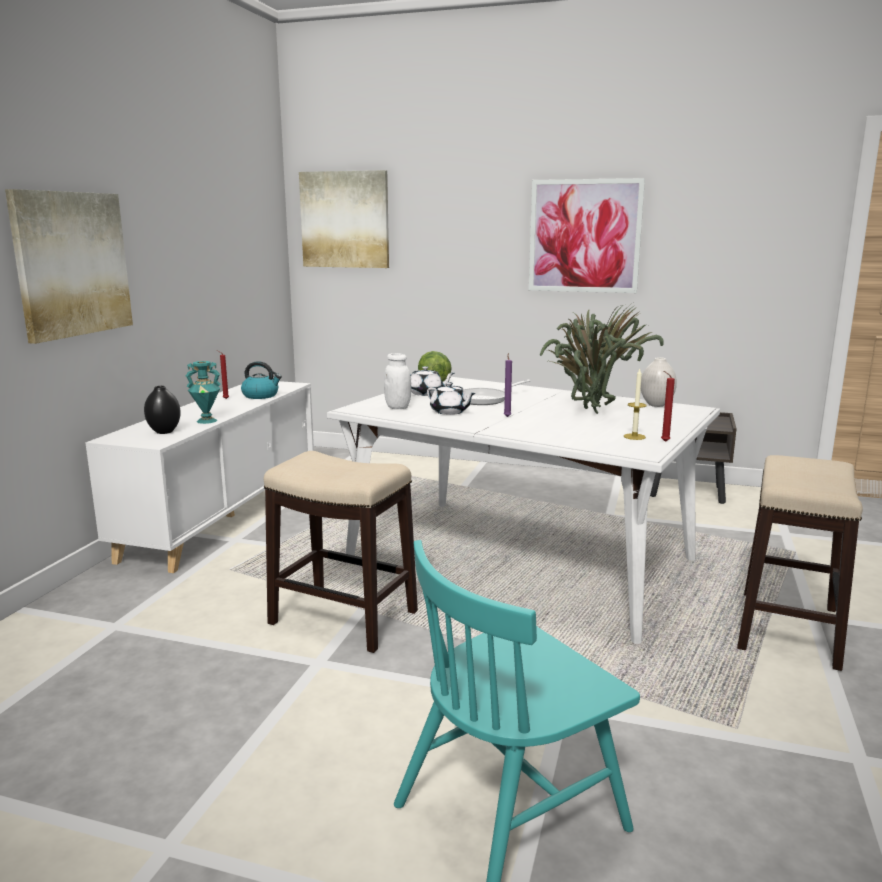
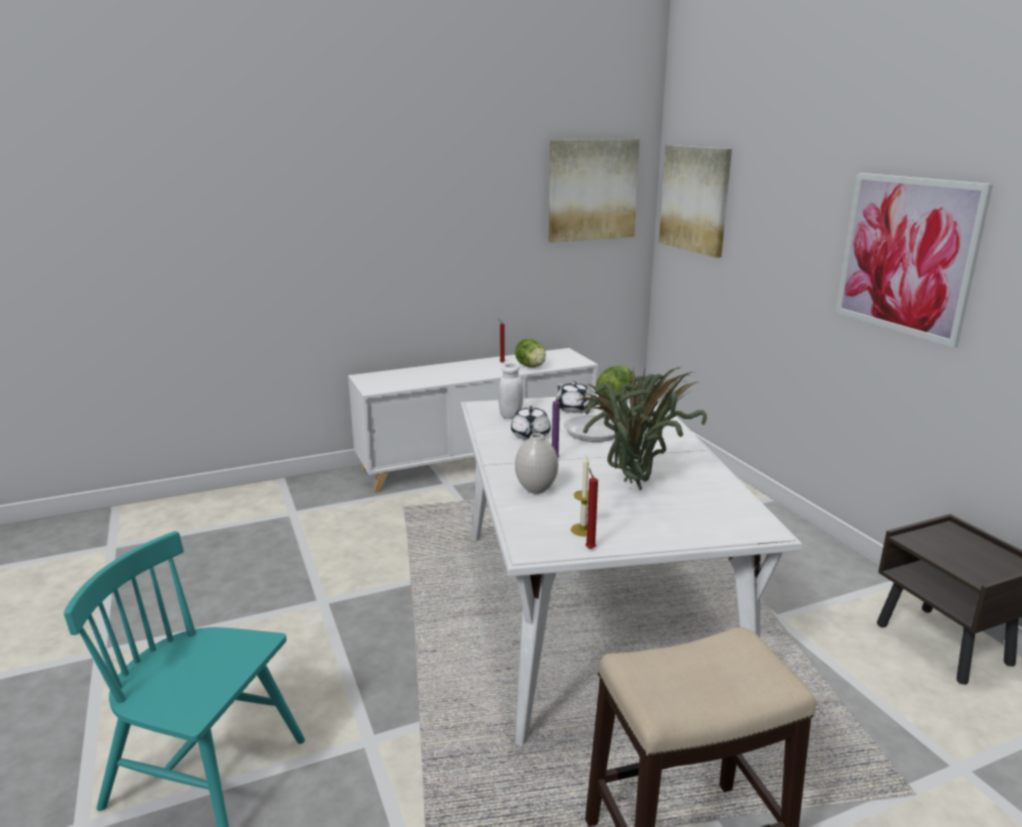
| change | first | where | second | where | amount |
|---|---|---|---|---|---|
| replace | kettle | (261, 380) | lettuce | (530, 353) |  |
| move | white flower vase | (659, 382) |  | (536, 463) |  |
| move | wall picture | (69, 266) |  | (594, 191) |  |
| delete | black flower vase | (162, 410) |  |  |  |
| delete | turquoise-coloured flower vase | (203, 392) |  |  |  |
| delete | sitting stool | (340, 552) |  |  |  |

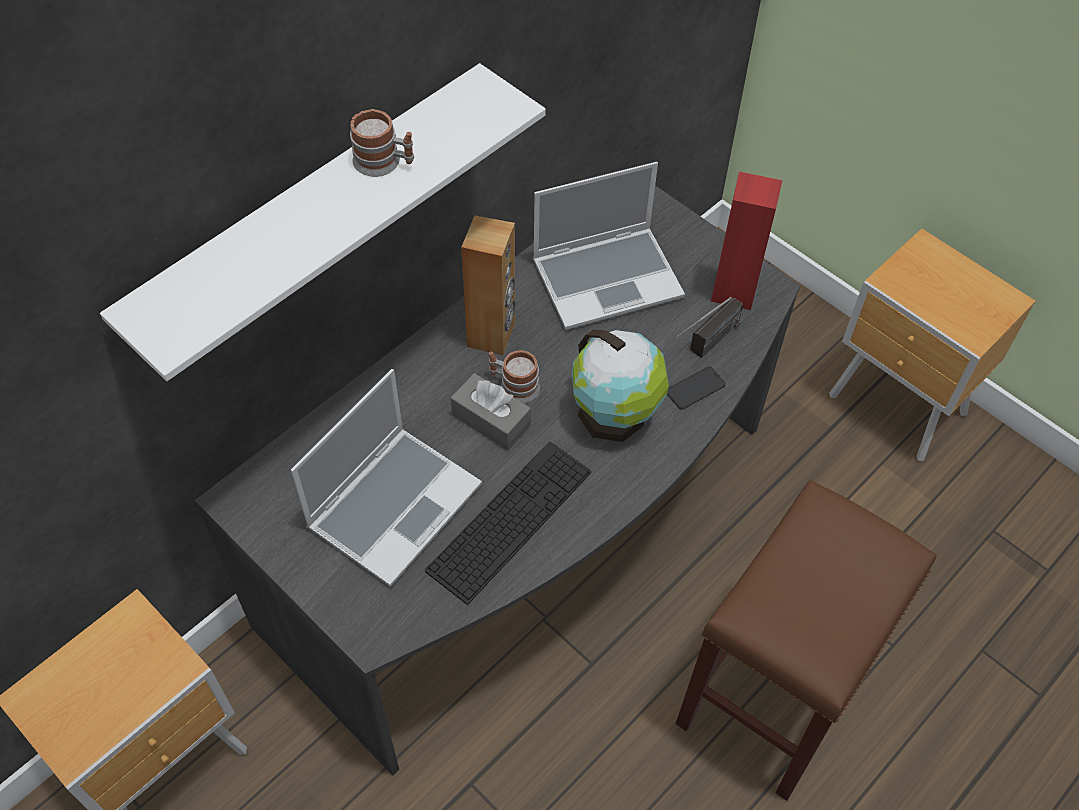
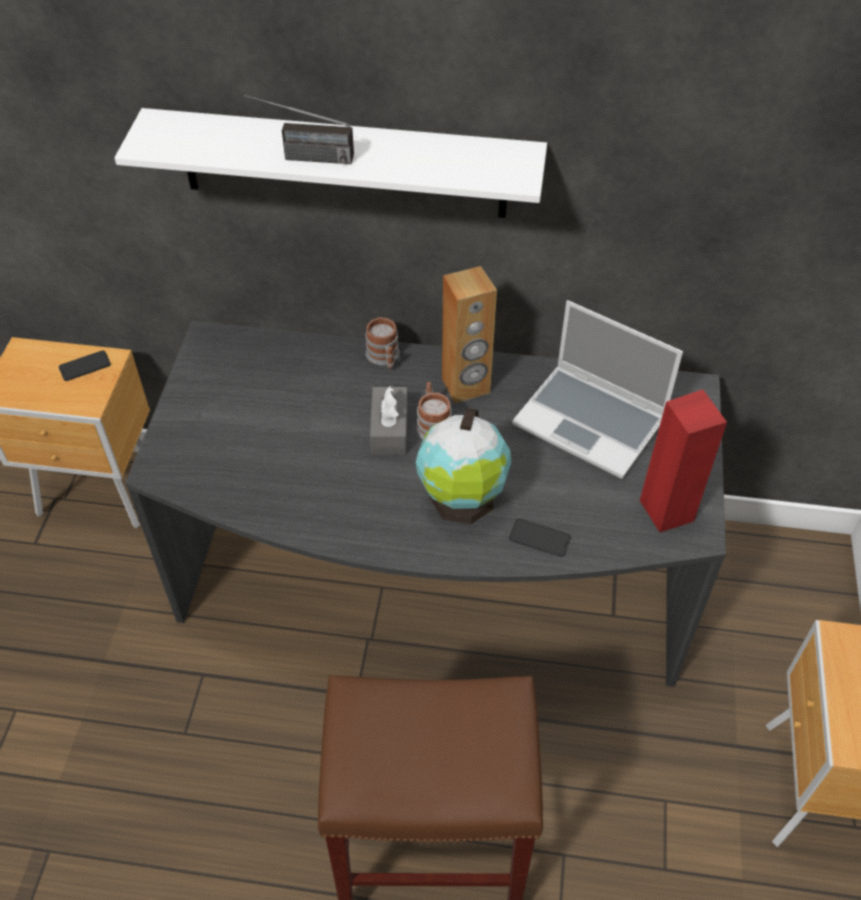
| change | first | where | second | where | amount |
|---|---|---|---|---|---|
| insert |  |  | handset | (85, 366) |  |
| move | radio set | (709, 327) |  | (299, 129) |  |
| move | mug | (382, 143) |  | (383, 343) |  |
| delete | laptop | (386, 478) |  |  |  |
| delete | PC keyboard | (508, 523) |  |  |  |

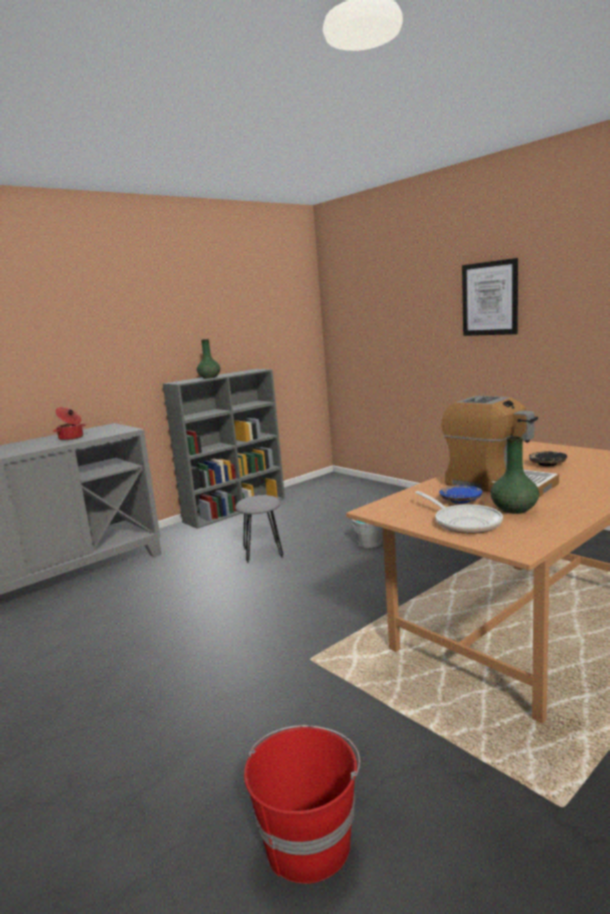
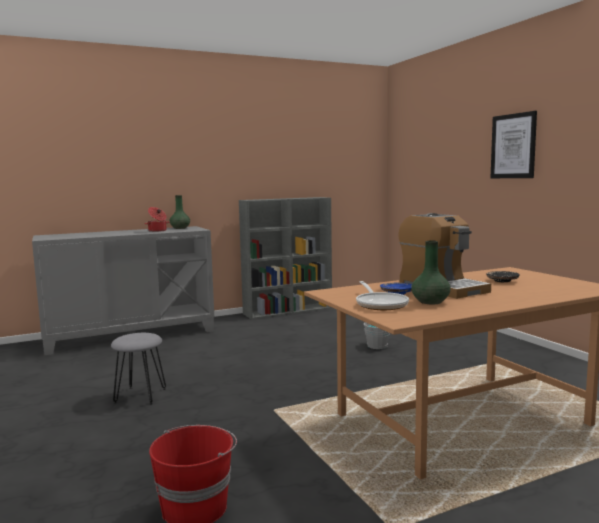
| change | first | where | second | where | amount |
|---|---|---|---|---|---|
| move | gray sitting stool | (259, 529) |  | (138, 369) |  |
| move | greenish flower vase | (208, 359) |  | (180, 212) |  |

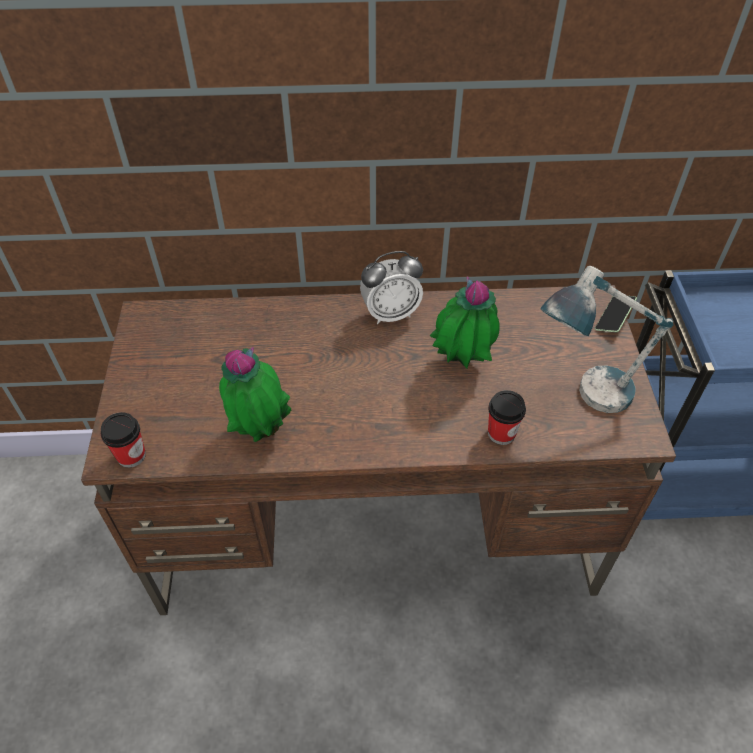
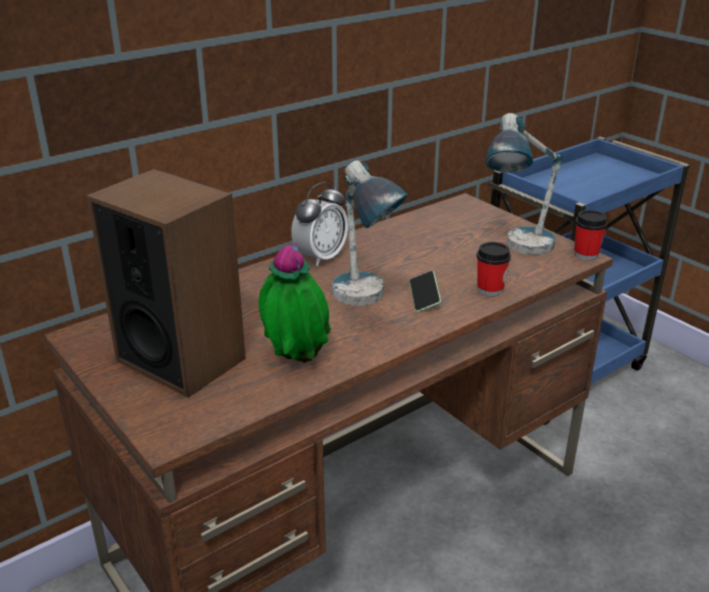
| change | first | where | second | where | amount |
|---|---|---|---|---|---|
| insert |  |  | loudspeaker | (166, 283) |  |
| insert |  |  | lamp for a table | (370, 233) |  |
| move | handset | (616, 314) |  | (425, 291) |  |
| move | drinking cup | (123, 440) |  | (591, 235) |  |
| delete | potted plant | (465, 323) |  |  |  |

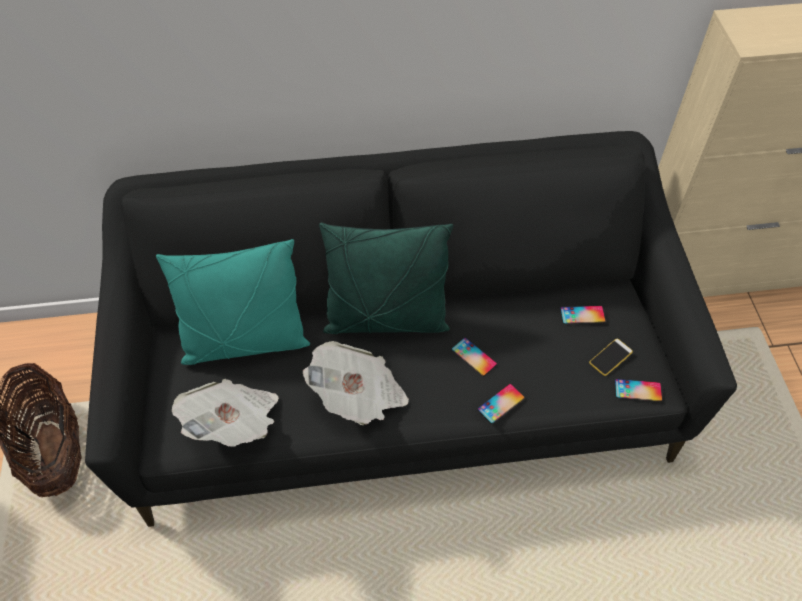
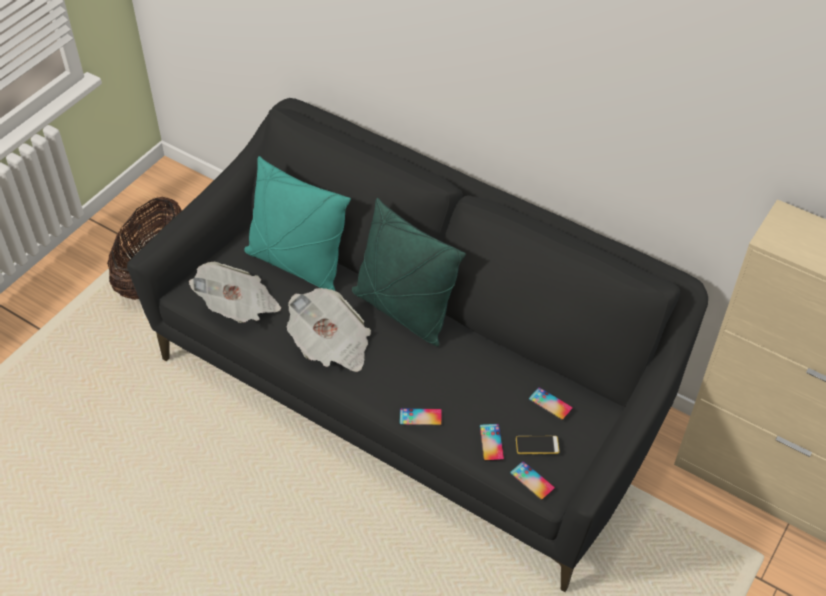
| change | first | where | second | where | amount |
|---|---|---|---|---|---|
| move | handset | (474, 357) |  | (491, 442) |  |

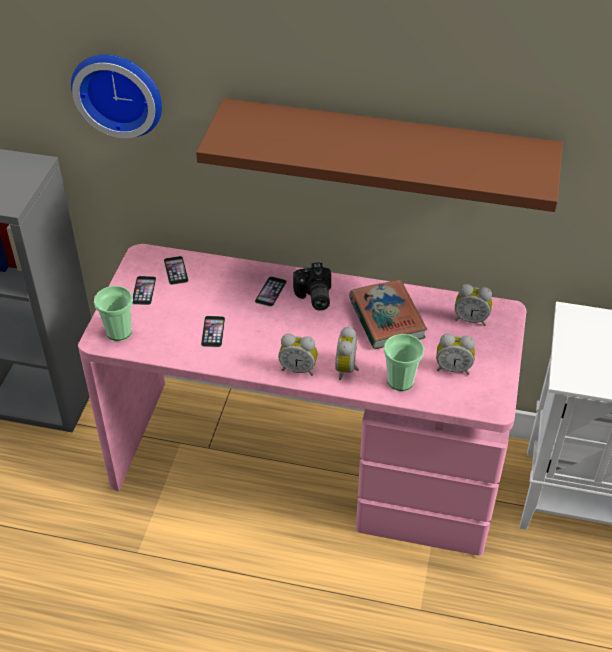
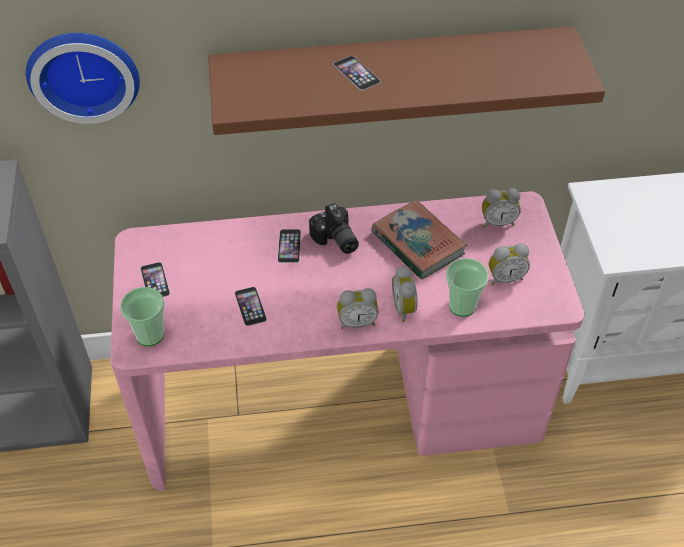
| change | first | where | second | where | amount |
|---|---|---|---|---|---|
| move | handset | (176, 270) |  | (357, 73) |  |

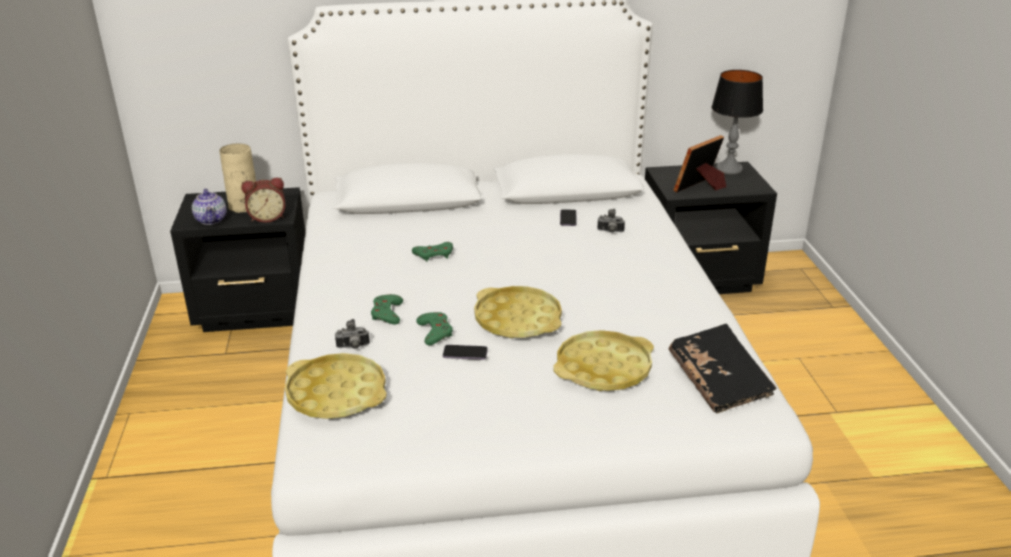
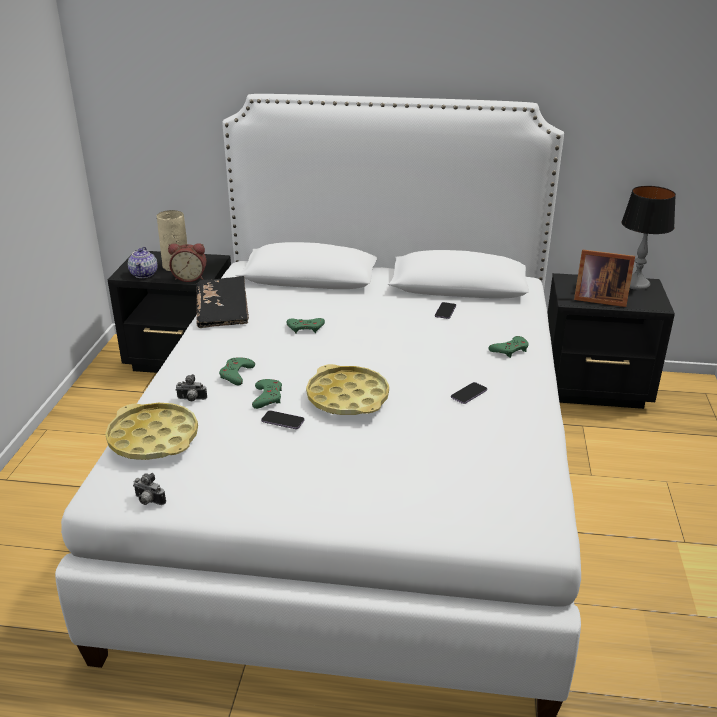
| change | first | where | second | where | amount |
|---|---|---|---|---|---|
| move | still camera | (611, 221) |  | (149, 489) |  |
| move | black bound book | (723, 369) |  | (222, 302) |  |
| insert |  |  | handset | (469, 393) |  |
| insert |  |  | greenish game controller | (509, 347) |  |
| rotate | standing frame | (700, 164) |  | (604, 278) | 135 degrees counterclockwise |
| delete | yellowish carrying tray | (603, 360) |  |  |  |

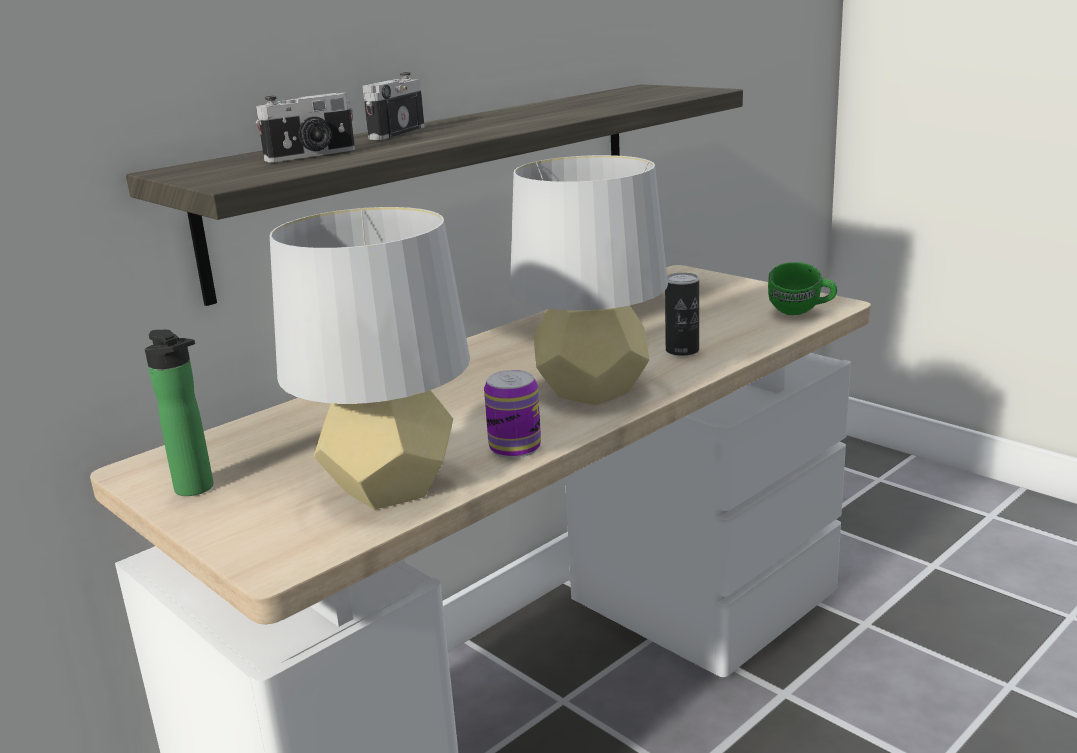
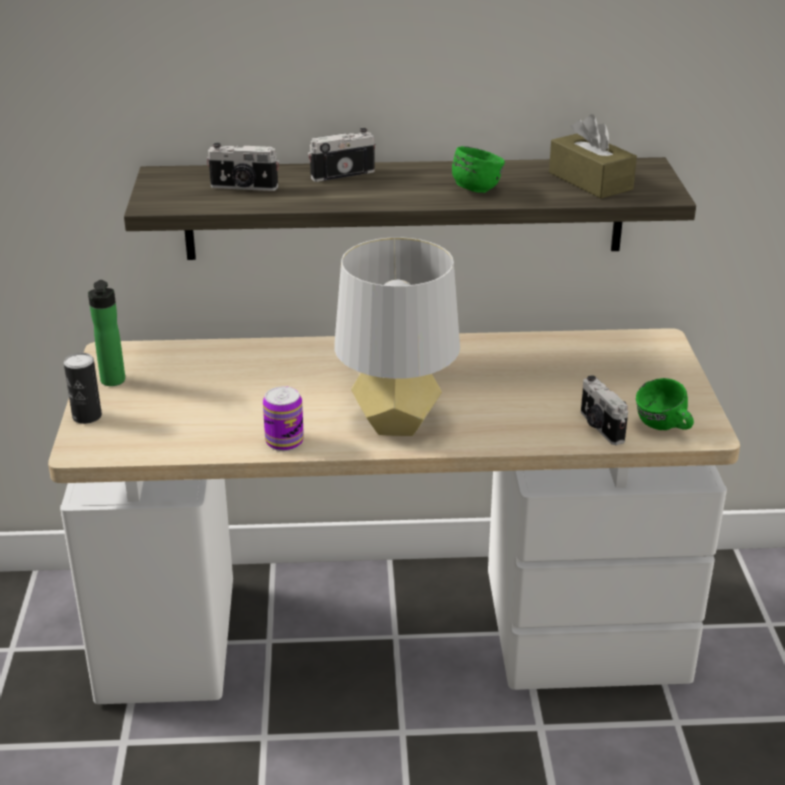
| change | first | where | second | where | amount |
|---|---|---|---|---|---|
| move | metal can | (682, 314) |  | (83, 388) |  |
| insert |  |  | greenish mug | (478, 169) |  |
| insert |  |  | brown-coloured tissue box | (593, 156) |  |
| insert |  |  | still camera | (604, 410) |  |
| delete | gray lamp for a table | (370, 358) |  |  |  |

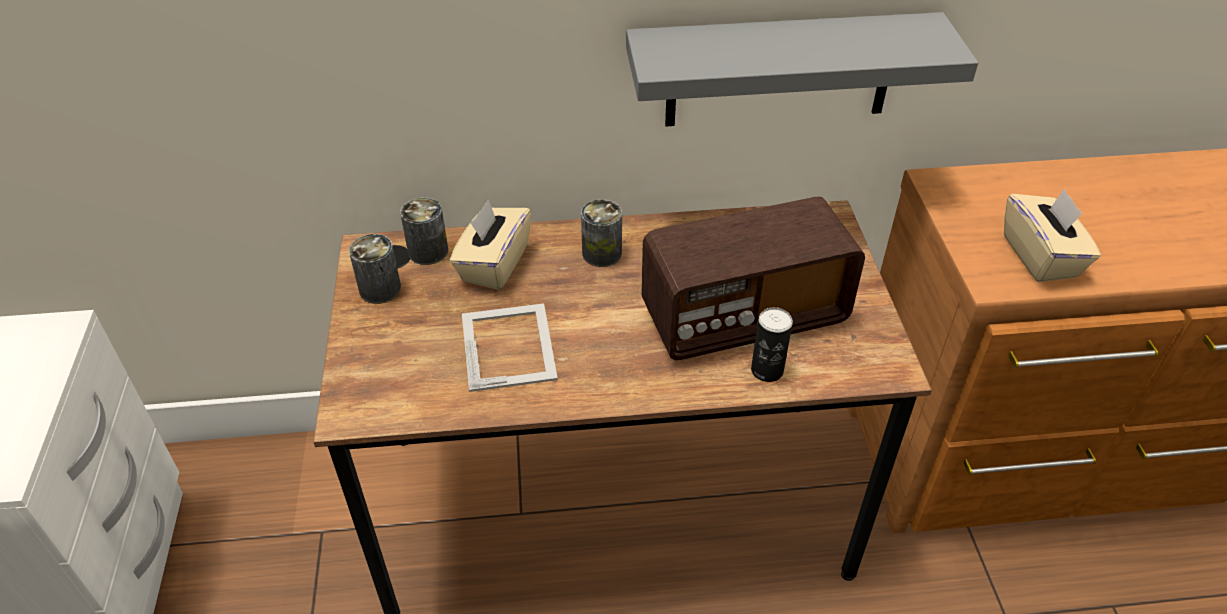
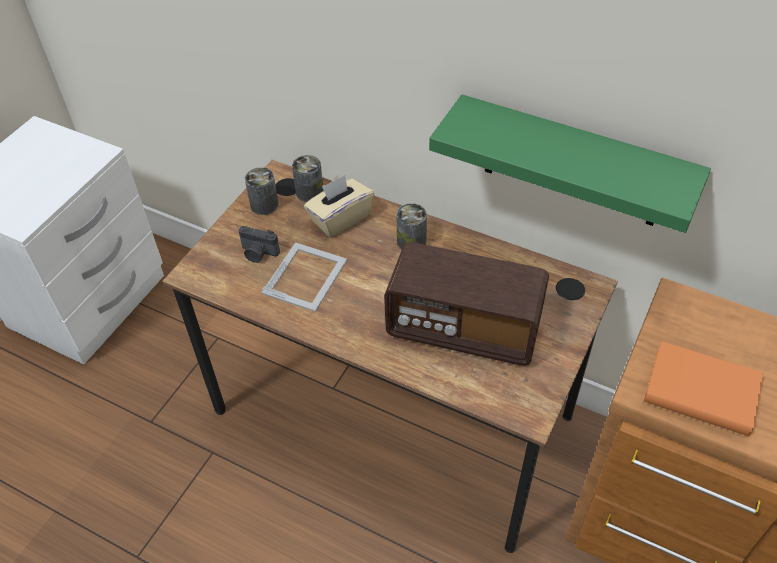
| change | first | where | second | where | amount |
|---|---|---|---|---|---|
| insert |  |  | still camera | (259, 244) |  |
| recolor | gray shelf | (802, 69) | greenish shelf | (570, 164) |  |
| replace | sand-coloured tissue box | (1052, 235) | orangey bound book | (703, 388) |  |
| delete | metal can | (772, 344) |  |  |  |

